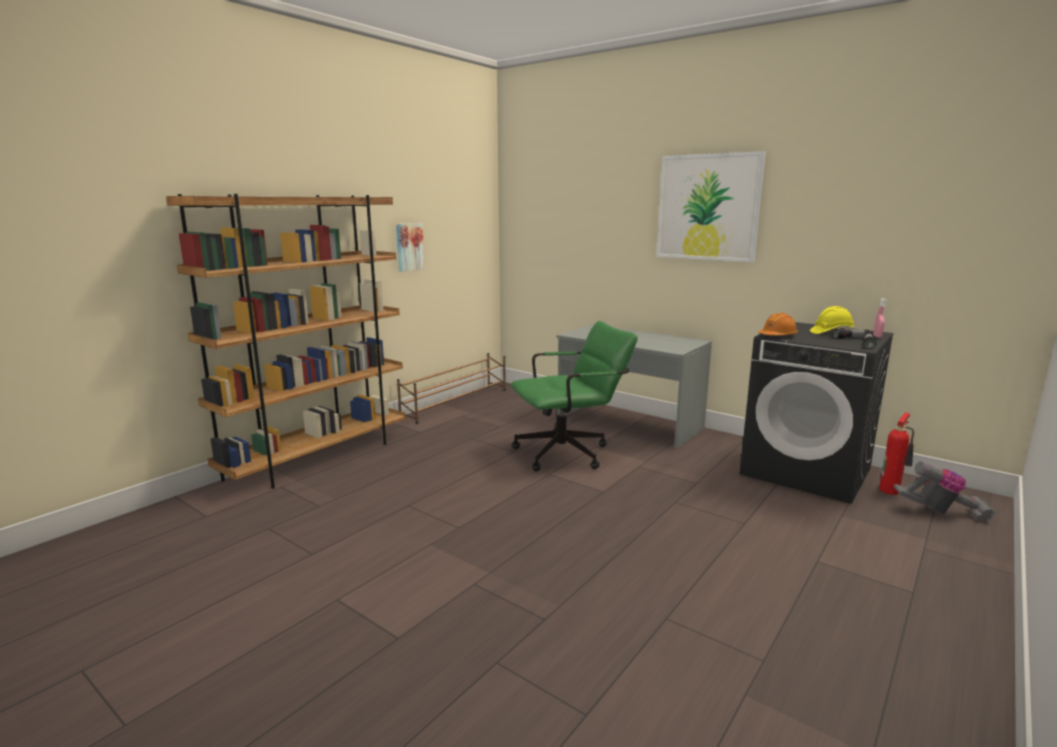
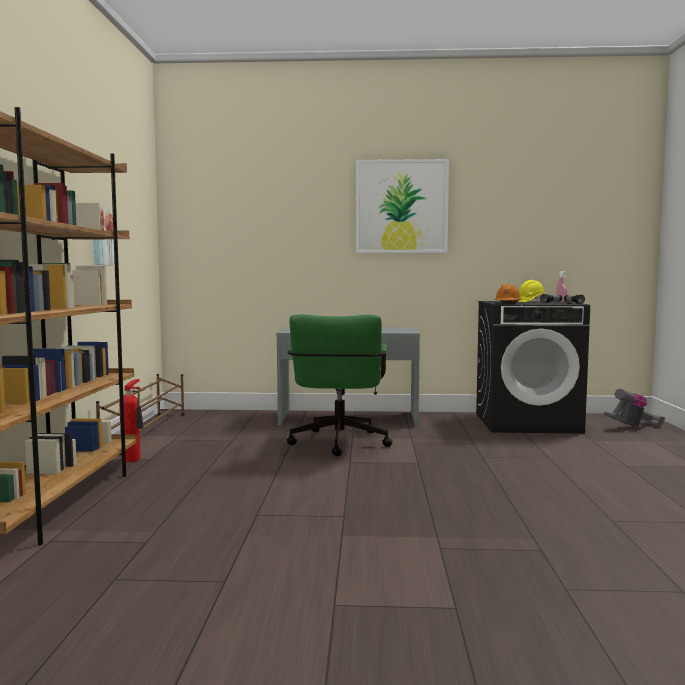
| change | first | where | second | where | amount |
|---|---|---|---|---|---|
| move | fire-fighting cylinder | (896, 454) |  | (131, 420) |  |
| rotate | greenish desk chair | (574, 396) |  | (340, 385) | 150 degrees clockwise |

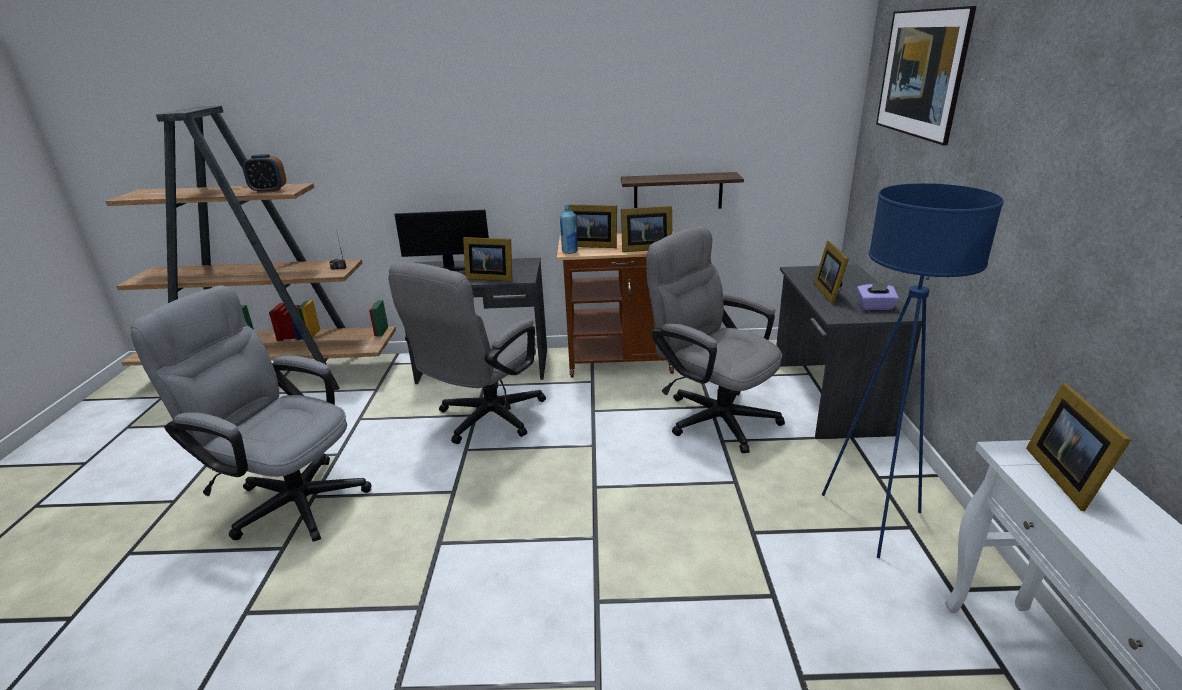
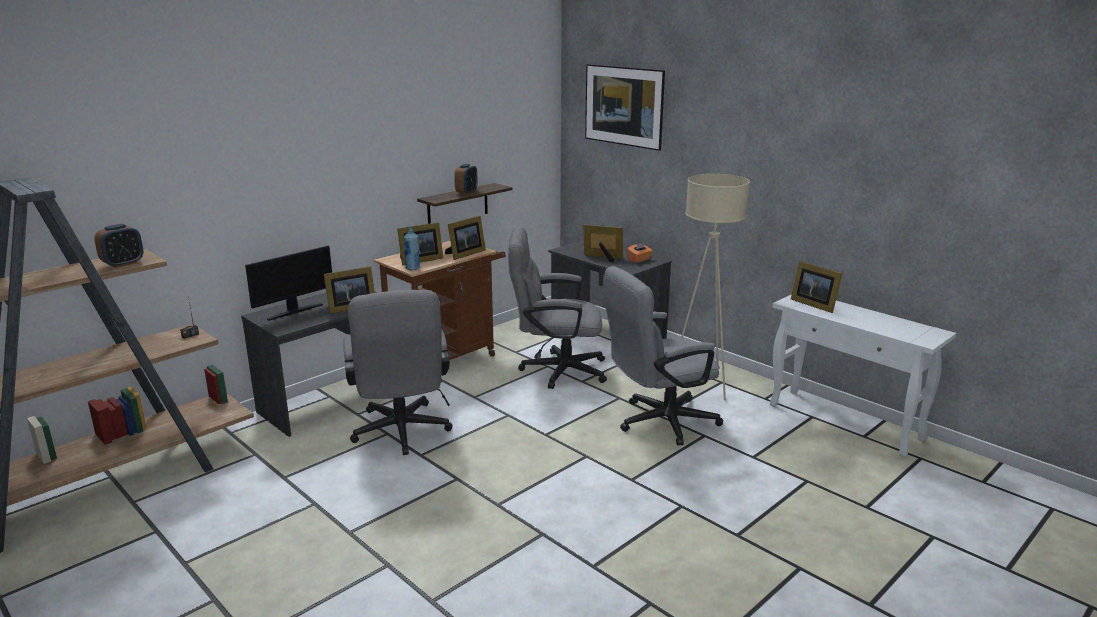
| change | first | where | second | where | amount |
|---|---|---|---|---|---|
| insert |  |  | bedside clock | (466, 179) |  |
| rotate | standing frame | (831, 272) |  | (603, 244) | 150 degrees clockwise |
| move | gray desk chair | (251, 413) |  | (663, 356) |  |
| recolor | purple-coloured tissue box | (878, 296) | orangey tissue box | (639, 252) |  |
| recolor | bluish standard lamp | (913, 370) | sand-coloured standard lamp | (715, 287) |  |

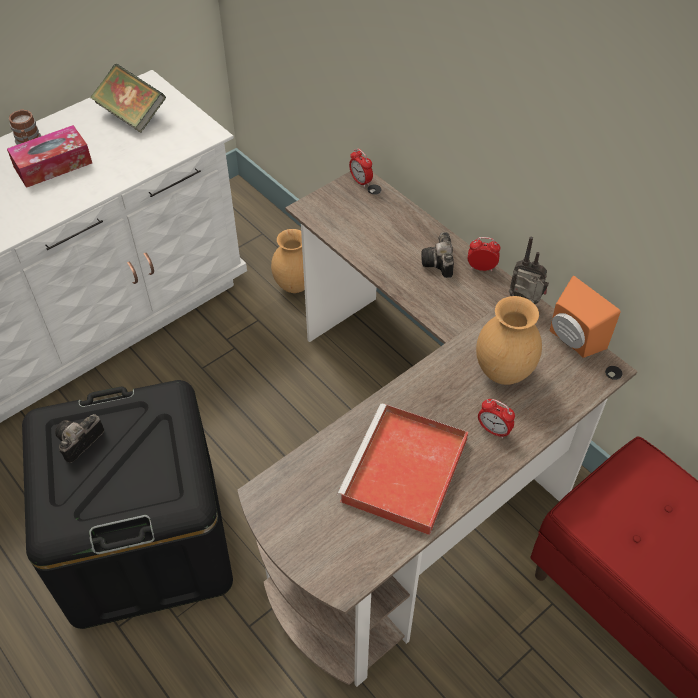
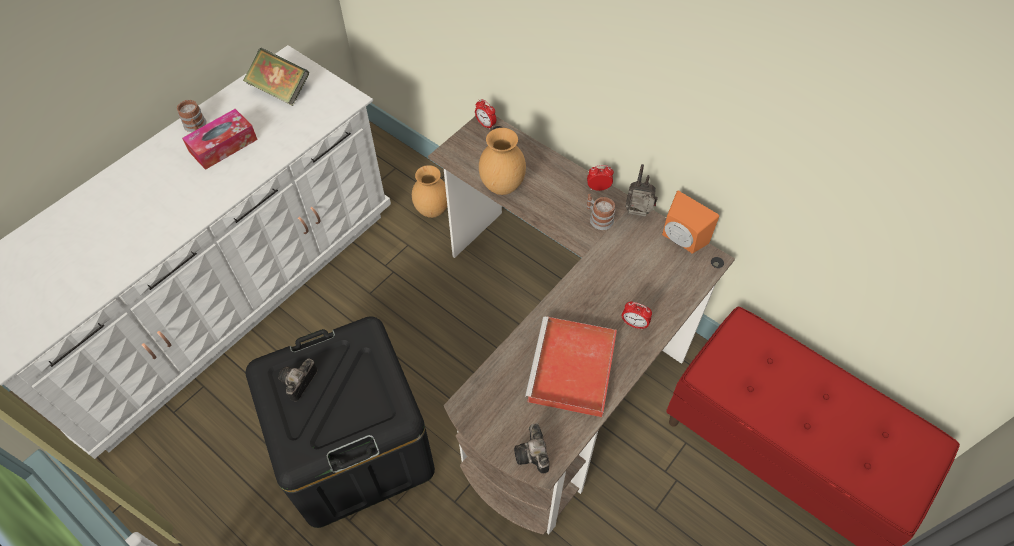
| change | first | where | second | where | amount |
|---|---|---|---|---|---|
| move | brown-coloured flower vase | (509, 340) |  | (502, 161) |  |
| move | still camera | (437, 255) |  | (531, 448) |  |
| insert |  |  | mug | (600, 212) |  |

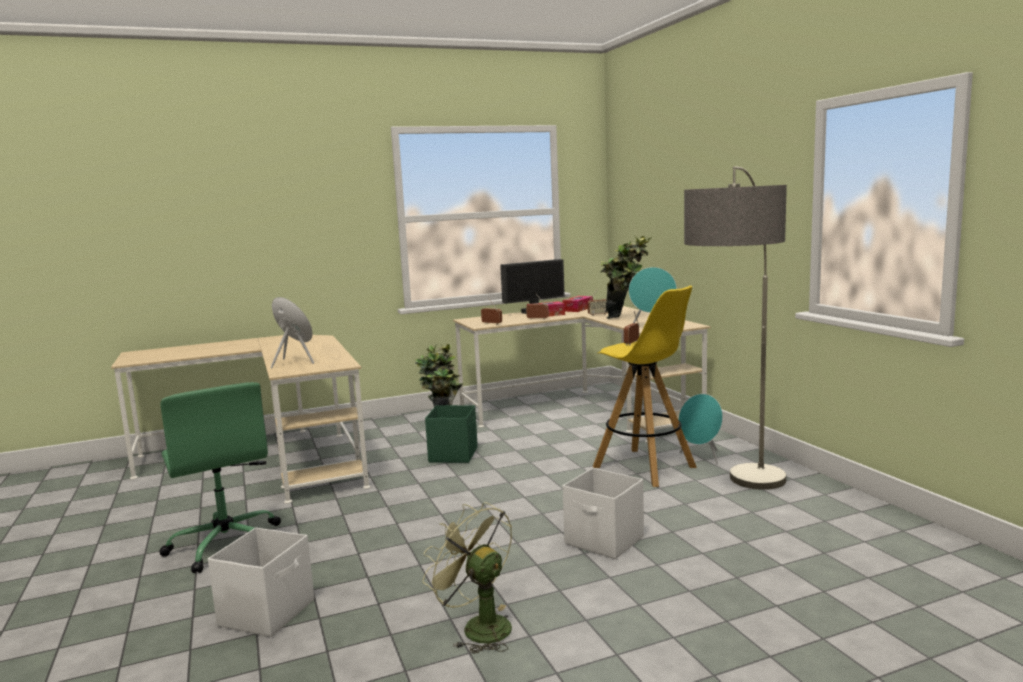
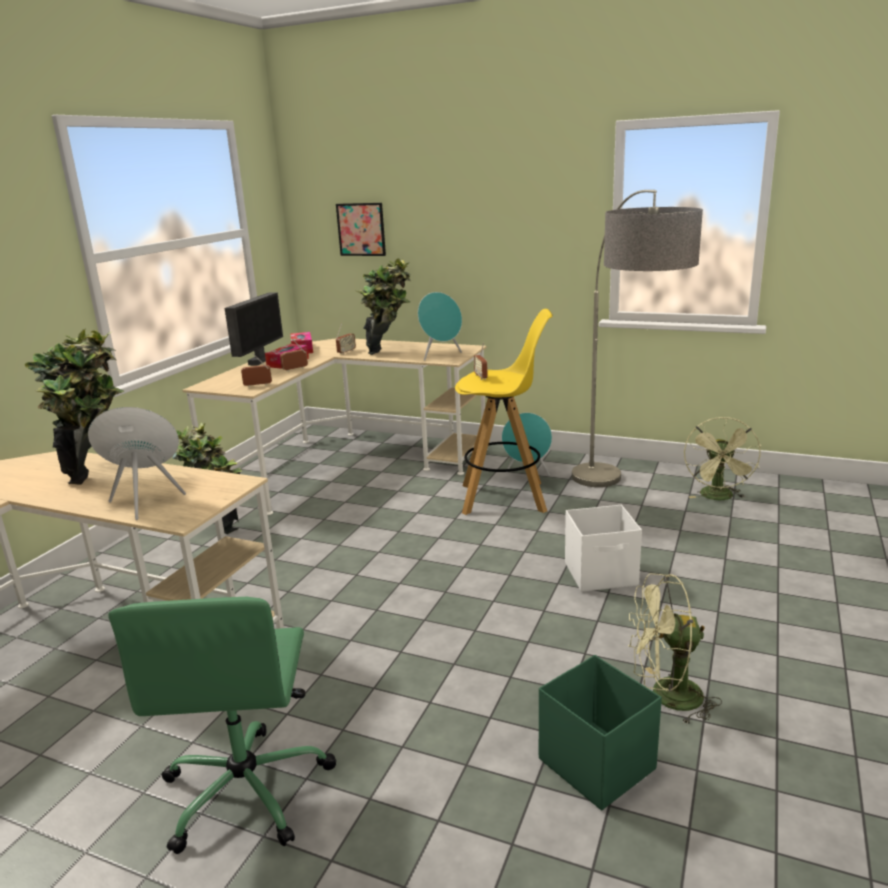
| change | first | where | second | where | amount |
|---|---|---|---|---|---|
| insert |  |  | potted plant | (74, 407) |  |
| rotate | greenish desk chair | (220, 477) |  | (222, 725) | 75 degrees clockwise |
| insert |  |  | wall picture | (361, 229) |  |
| move | greenish storage bin | (451, 434) |  | (600, 732) |  |
| insert |  |  | greenish cooling fan | (722, 458) |  |
| delete | white storage bin | (261, 582) |  |  |  |

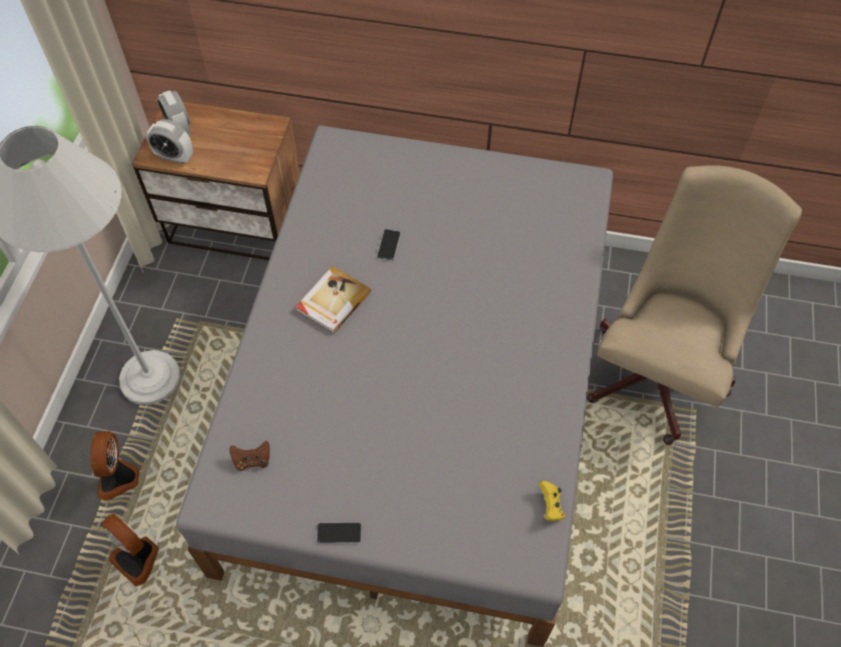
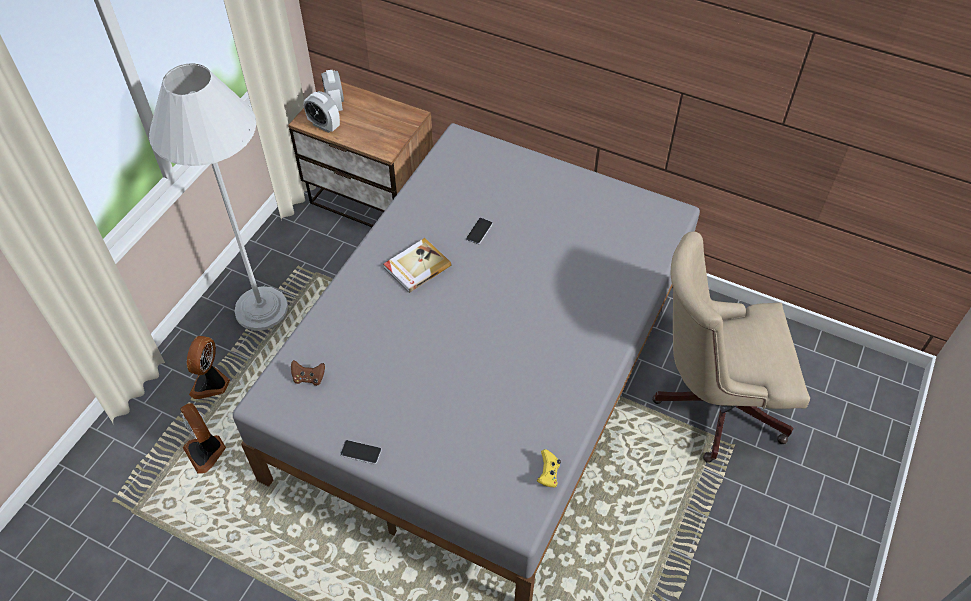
| change | first | where | second | where | amount |
|---|---|---|---|---|---|
| rotate | sand-coloured desk chair | (694, 305) |  | (731, 347) | 135 degrees counterclockwise |

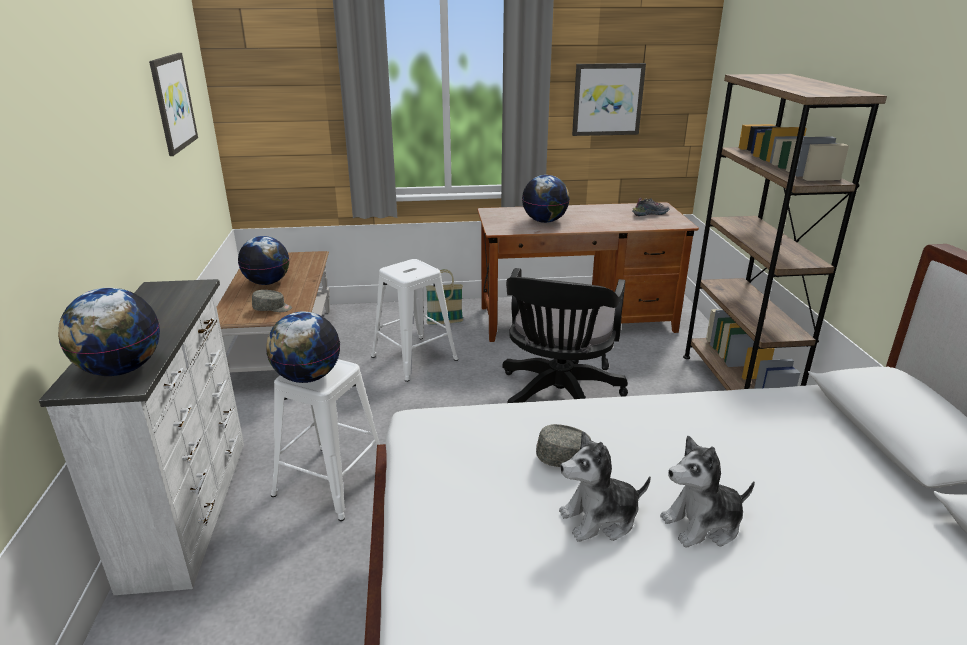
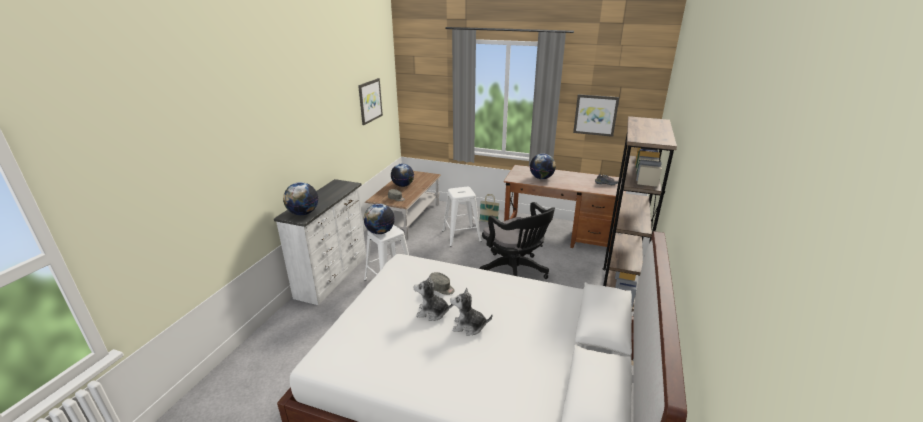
| change | first | where | second | where | amount |
|---|---|---|---|---|---|
| rotate | black desk chair | (565, 335) |  | (517, 240) | 75 degrees counterclockwise |

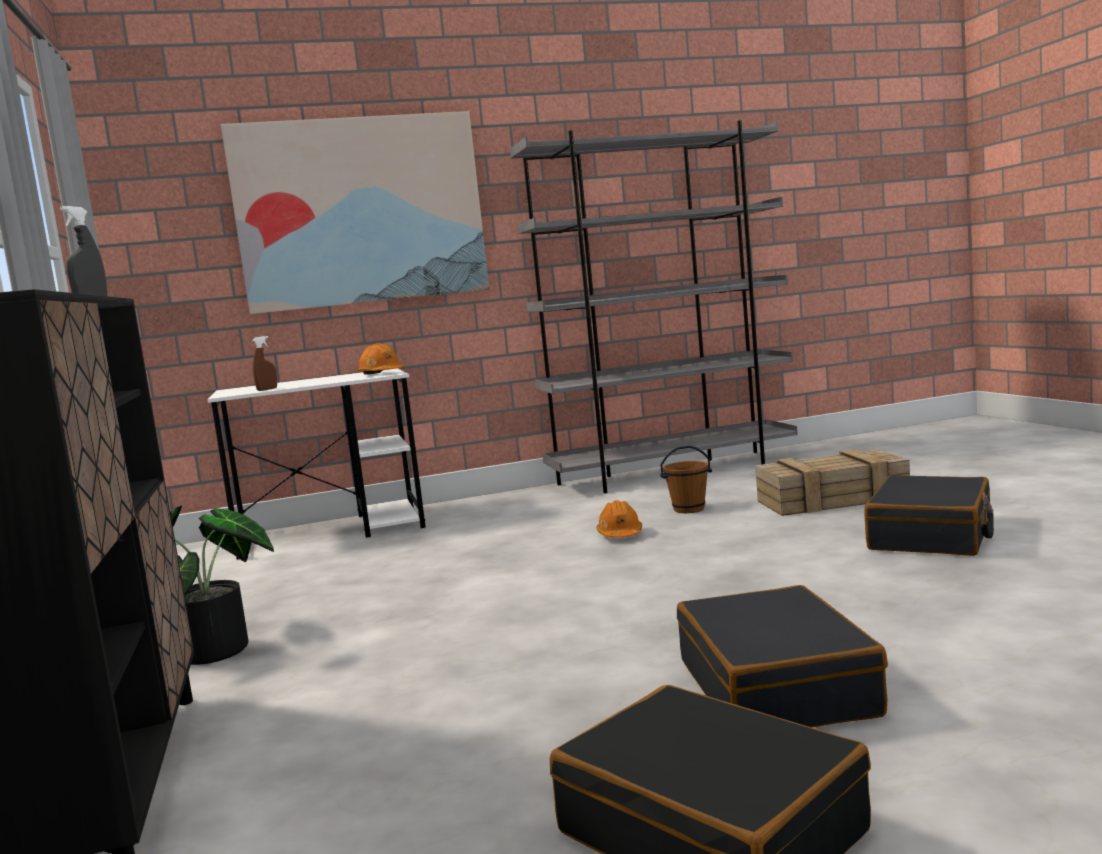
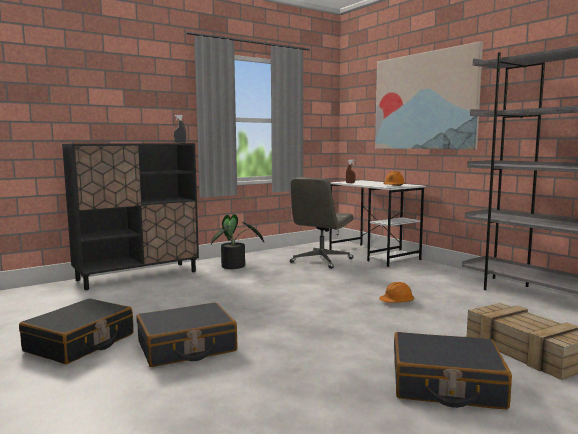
| change | first | where | second | where | amount |
|---|---|---|---|---|---|
| insert |  |  | gray desk chair | (321, 223) |  |
| delete | brown-coloured bucket | (686, 479) |  |  |  |

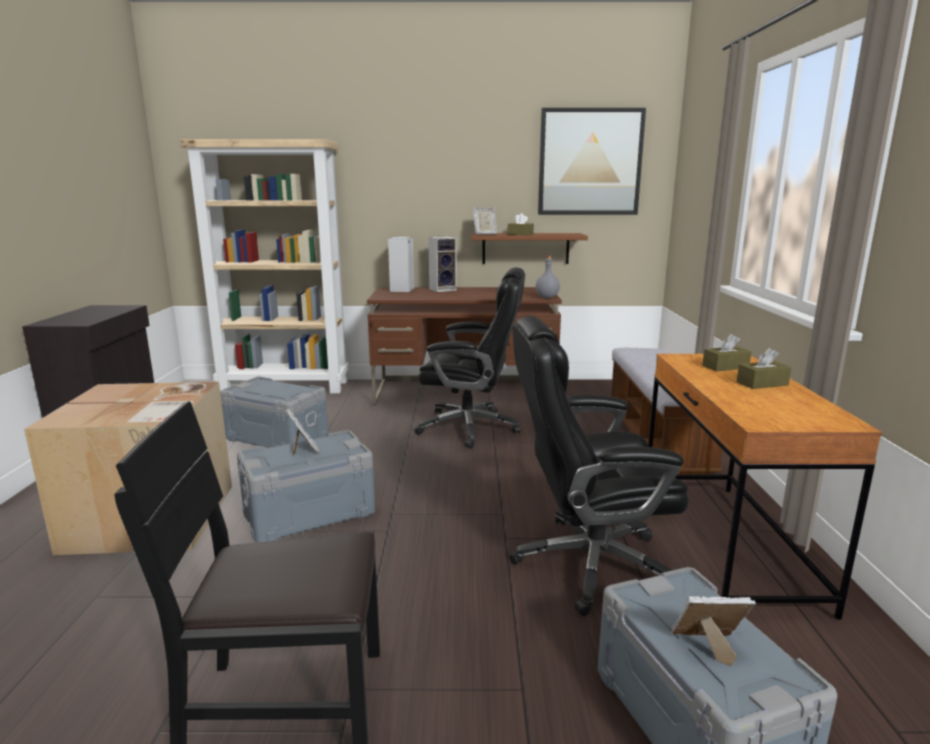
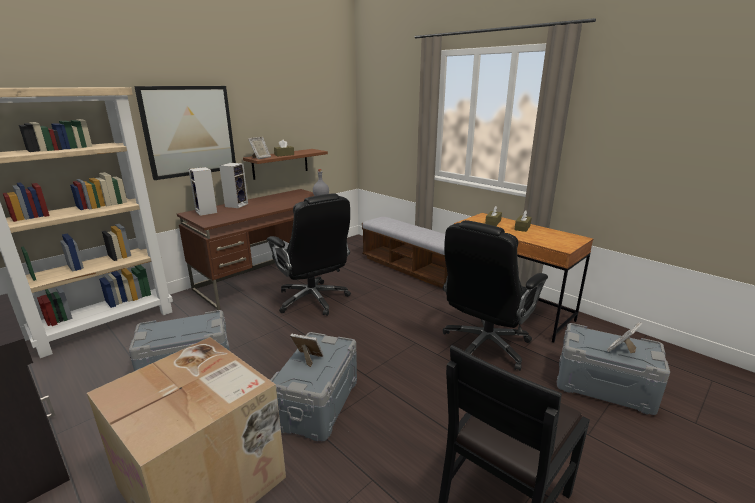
| change | first | where | second | where | amount |
|---|---|---|---|---|---|
| move | wall picture | (592, 161) |  | (185, 133) |  |
| rotate | black desk chair | (469, 358) |  | (309, 254) | 90 degrees clockwise |

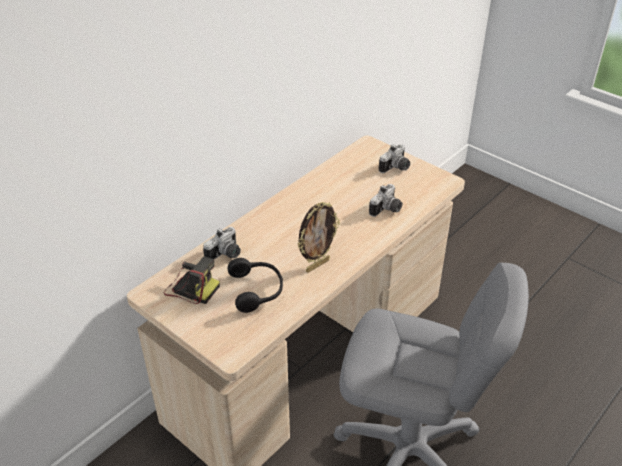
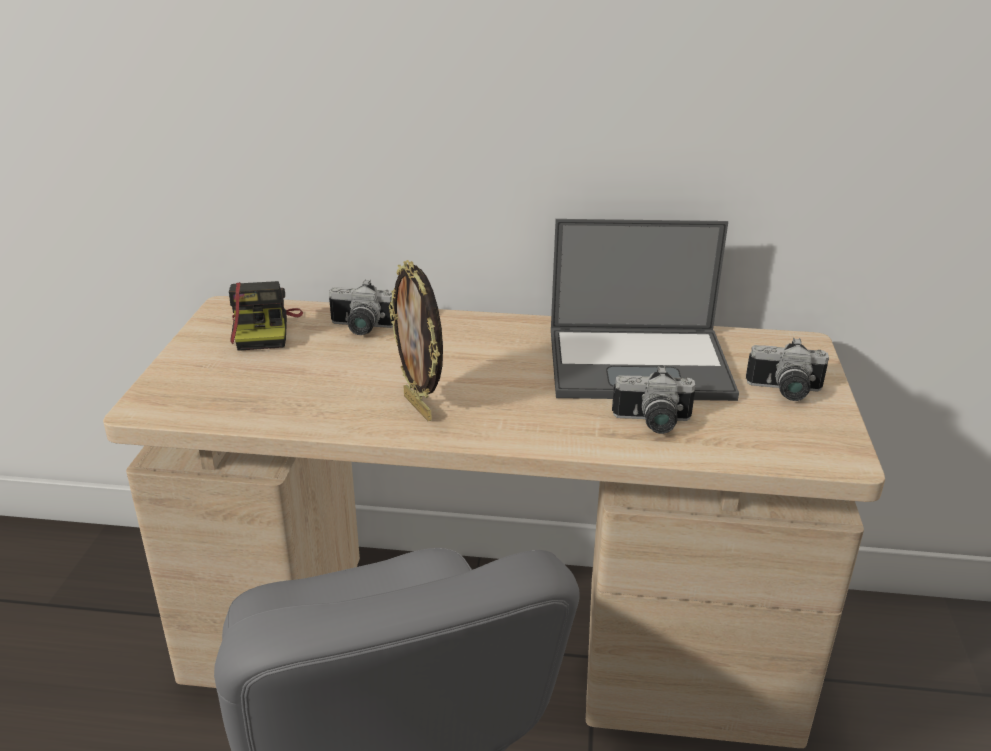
| change | first | where | second | where | amount |
|---|---|---|---|---|---|
| rotate | standing frame | (318, 237) |  | (416, 340) | 45 degrees clockwise |
| insert |  |  | laptop | (645, 310) |  |
| delete | black headset | (255, 285) |  |  |  |

